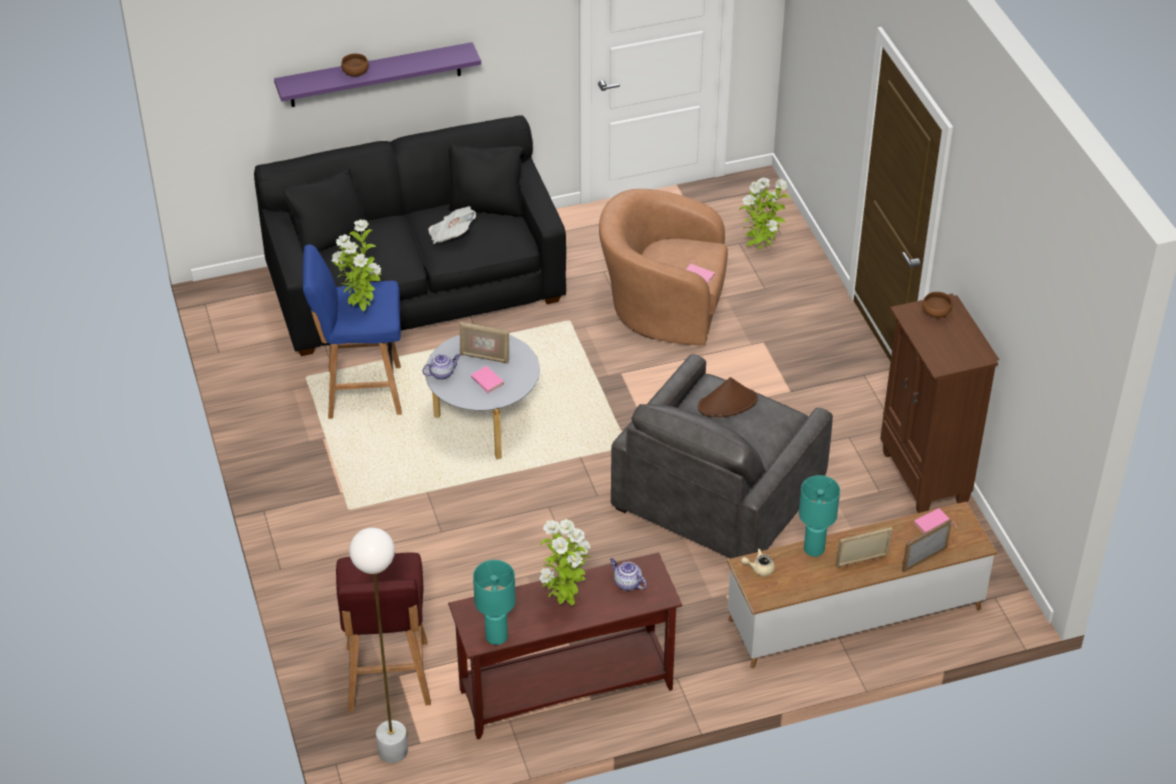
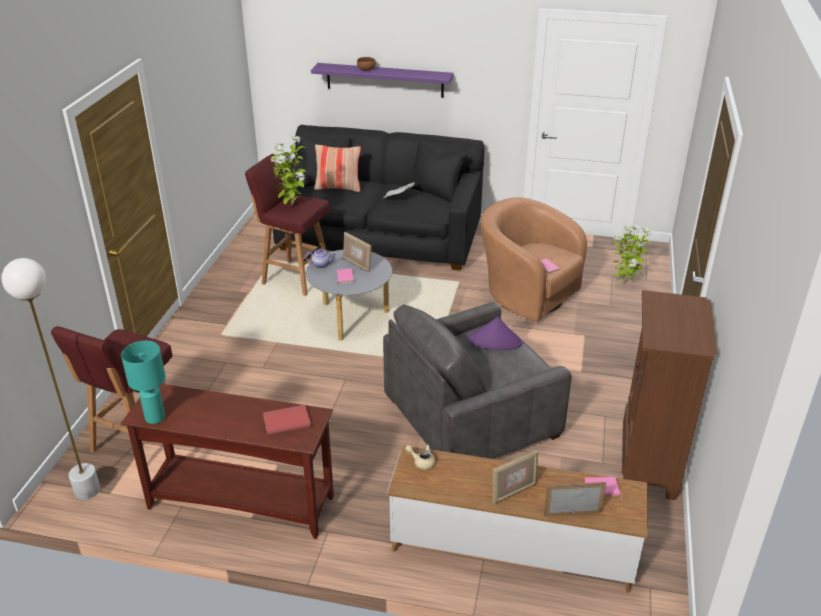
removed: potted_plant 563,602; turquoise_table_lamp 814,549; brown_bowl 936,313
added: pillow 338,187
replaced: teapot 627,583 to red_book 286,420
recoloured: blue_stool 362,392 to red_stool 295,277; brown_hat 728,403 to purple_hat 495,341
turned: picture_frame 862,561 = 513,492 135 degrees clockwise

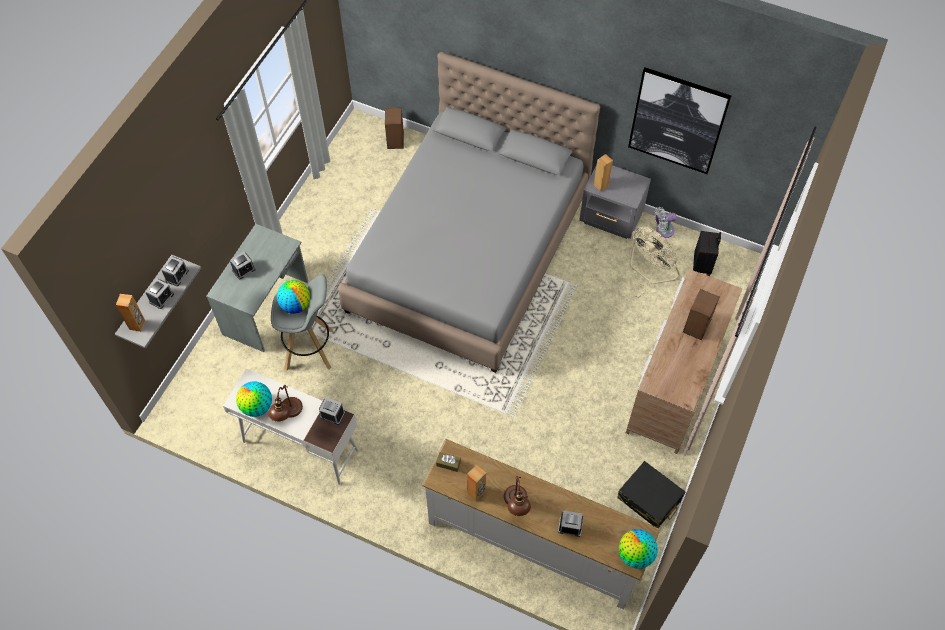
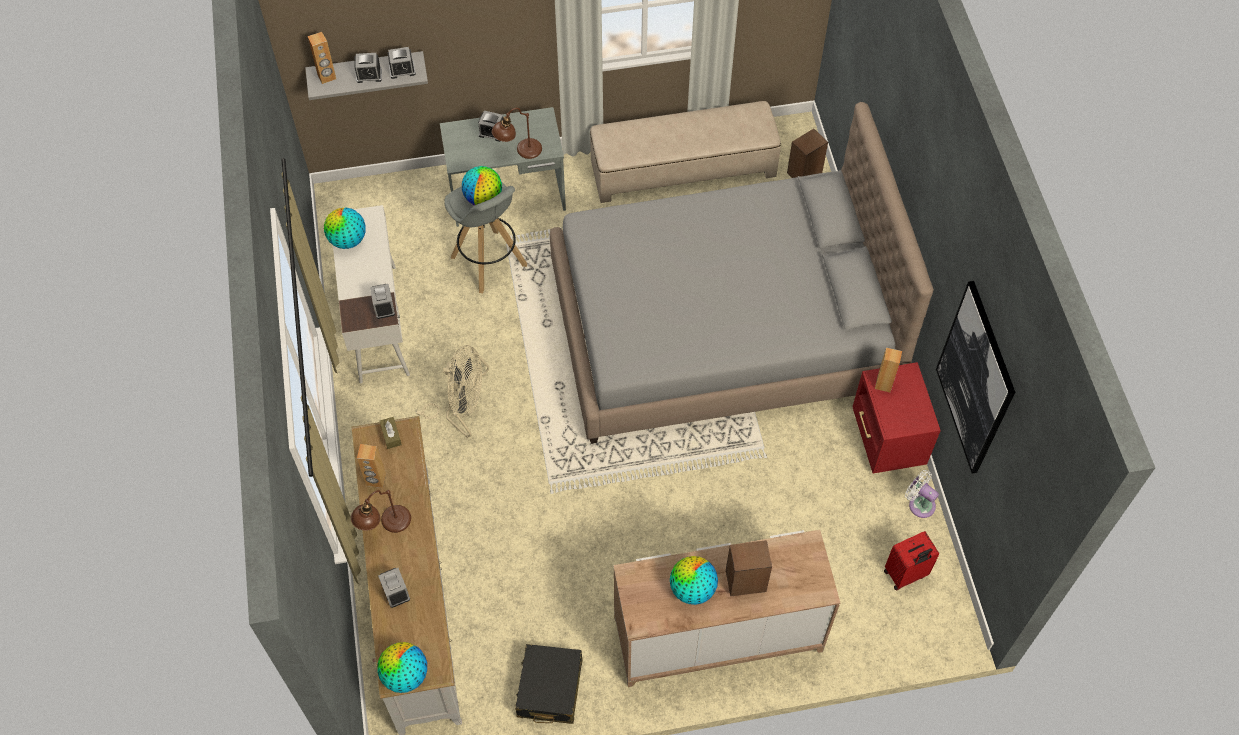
added: beige_bench 684,167; globe 692,589
moved: brown_table_lamp 288,416 to 519,152; beige_fan 647,271 to 460,405
recoloured: grey_nightstand 611,219 to red_nightstand 886,440; black_suitcase 702,266 to red_suitcase 905,574

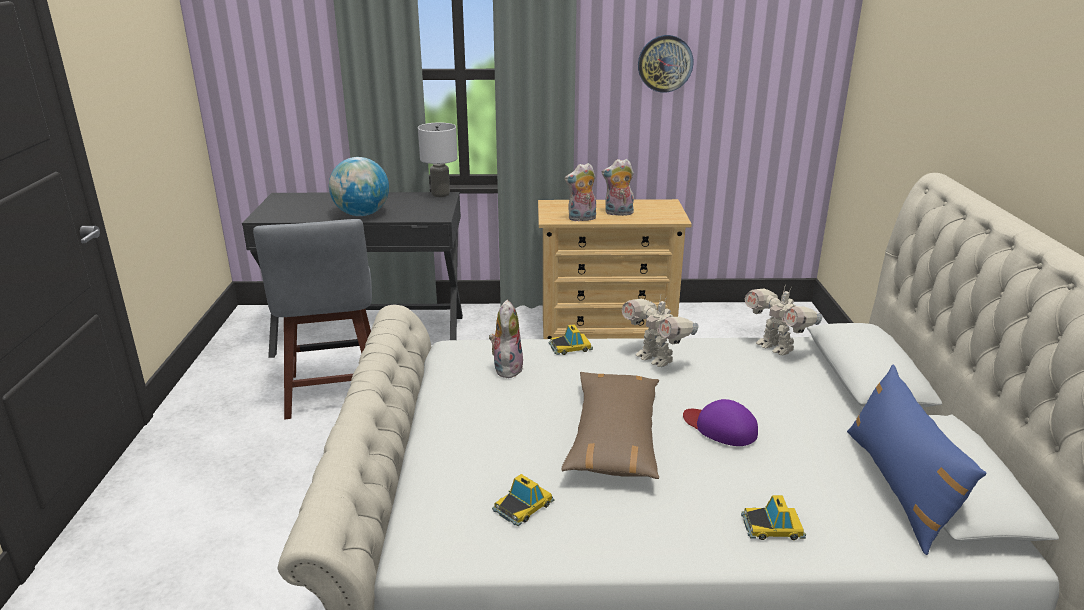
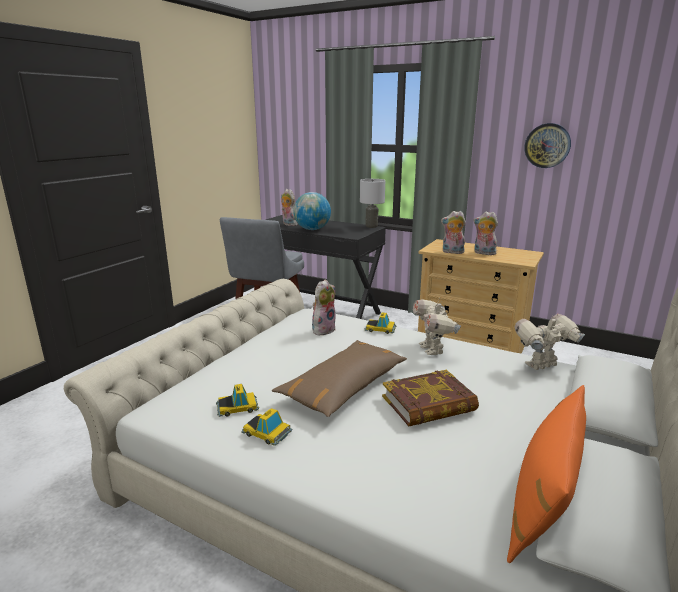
added: plush_toy 288,224
moved: toy_car 772,526 to 267,432
replaced: purple_cap 720,427 to book 429,404
recoloured: blue_pillow 898,487 to orange_pillow 544,499
turned: toy_robot 776,347 = 542,366 75 degrees clockwise

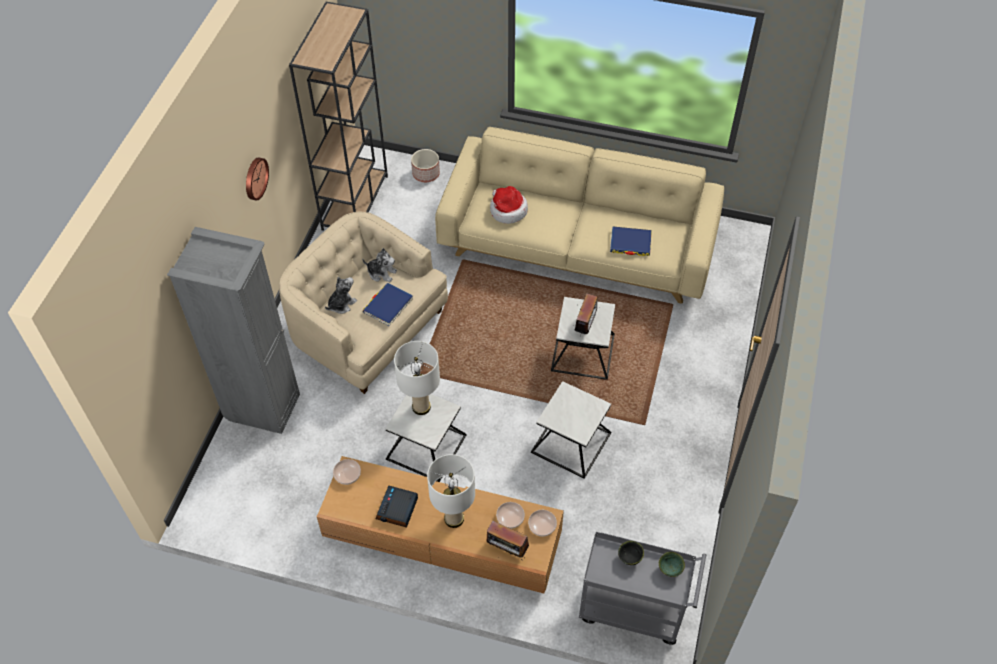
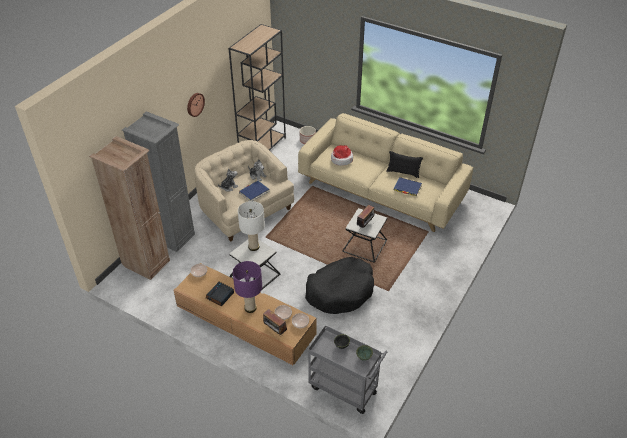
added: brown_cabinet 147,263; black_pillow 403,172
replaced: side_table 571,443 to black_dog_bed 340,291
recoloured: white_table_lamp 454,518 to purple_table_lamp 250,308

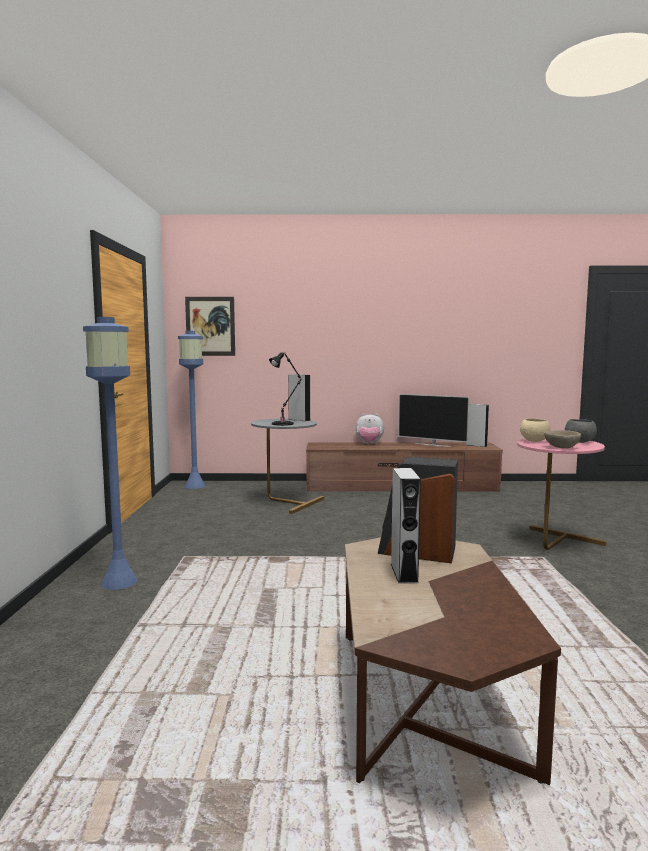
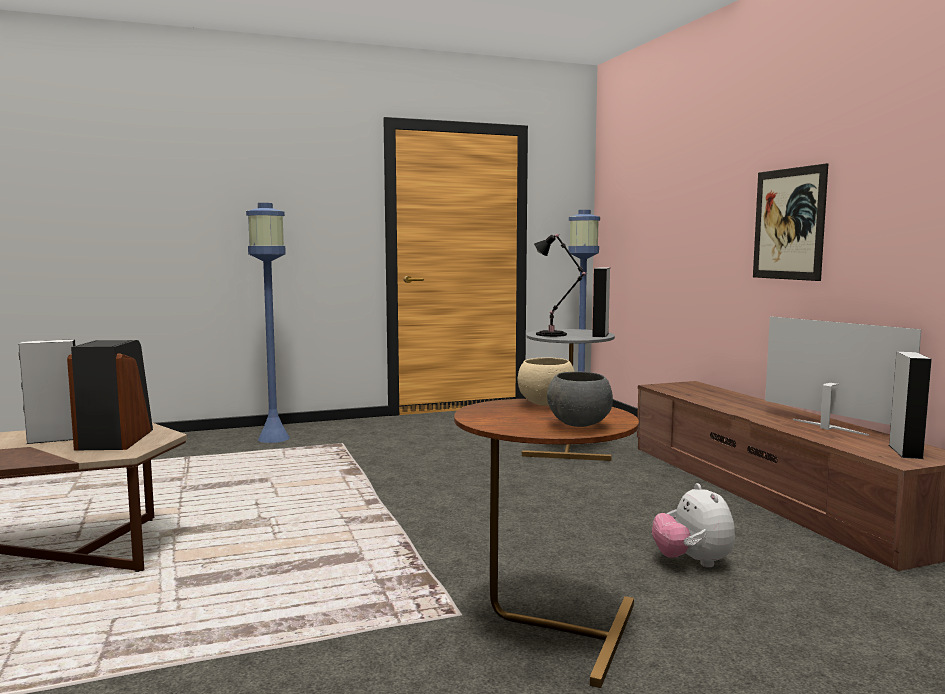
removed: beige_bowl 561,447
moved: picture 210,326 to 788,224; plush_toy 369,444 to 692,562
recoloured: pink_side_table 554,544 to brown_side_table 545,627
turned: television 432,445 = 828,427 135 degrees clockwise

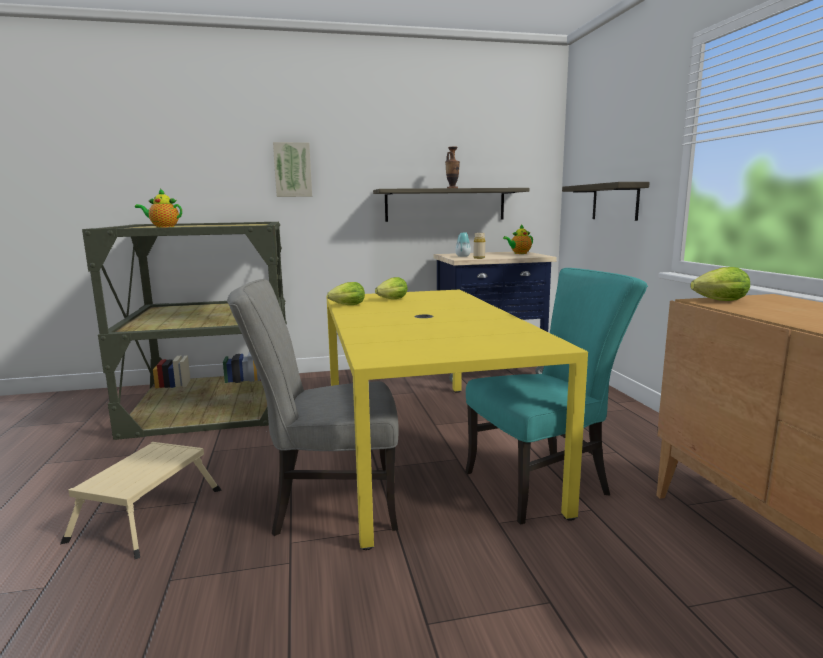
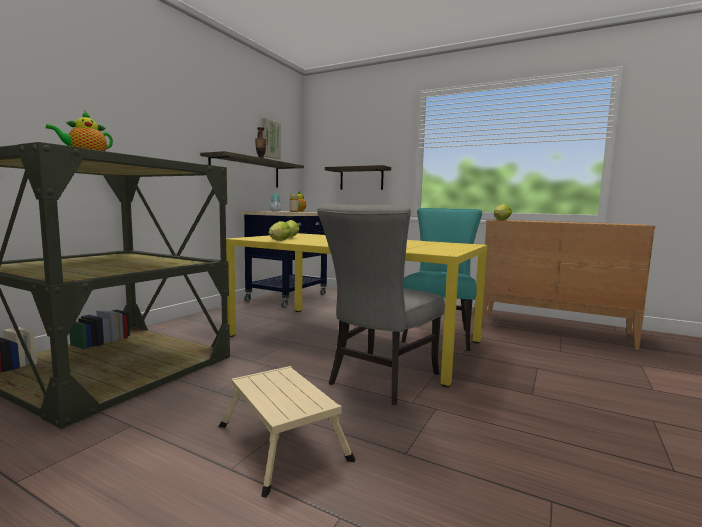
moved: picture 292,170 to 270,139

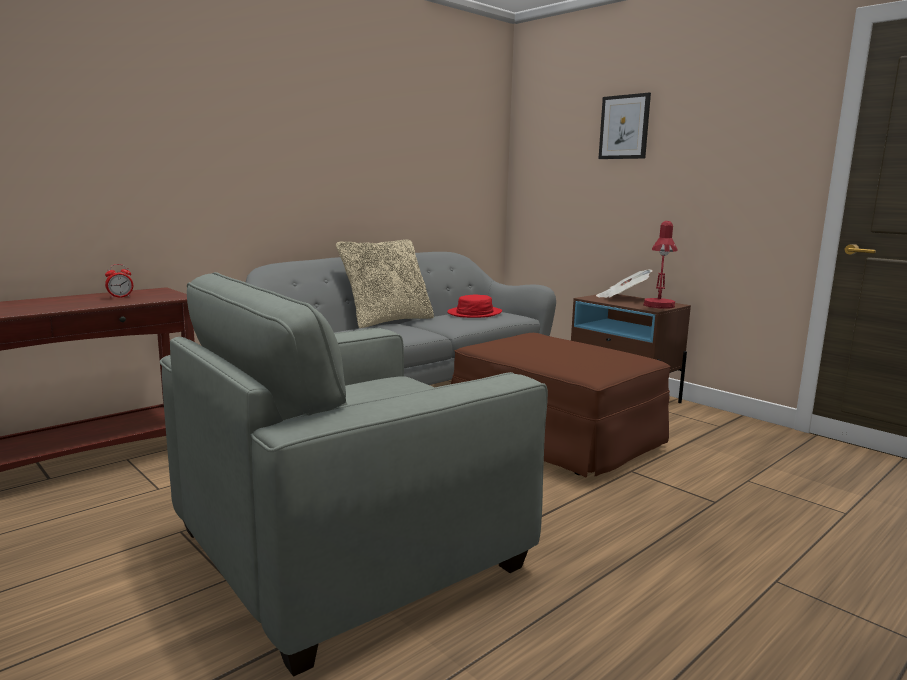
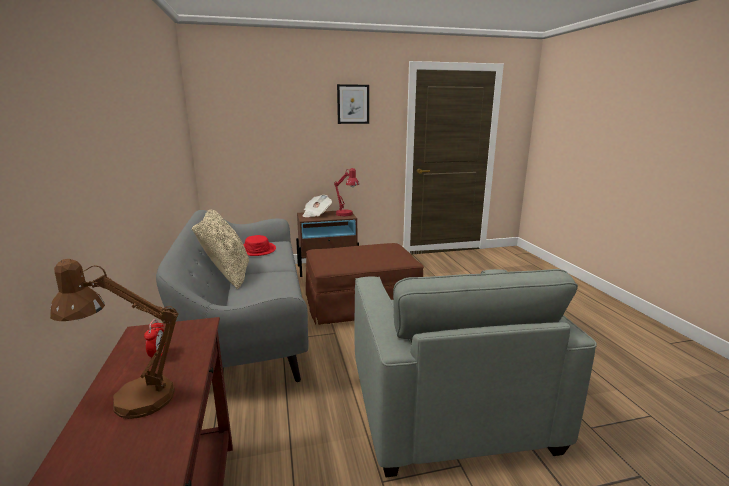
added: brown_table_lamp 131,400
moved: picture 624,127 to 353,104

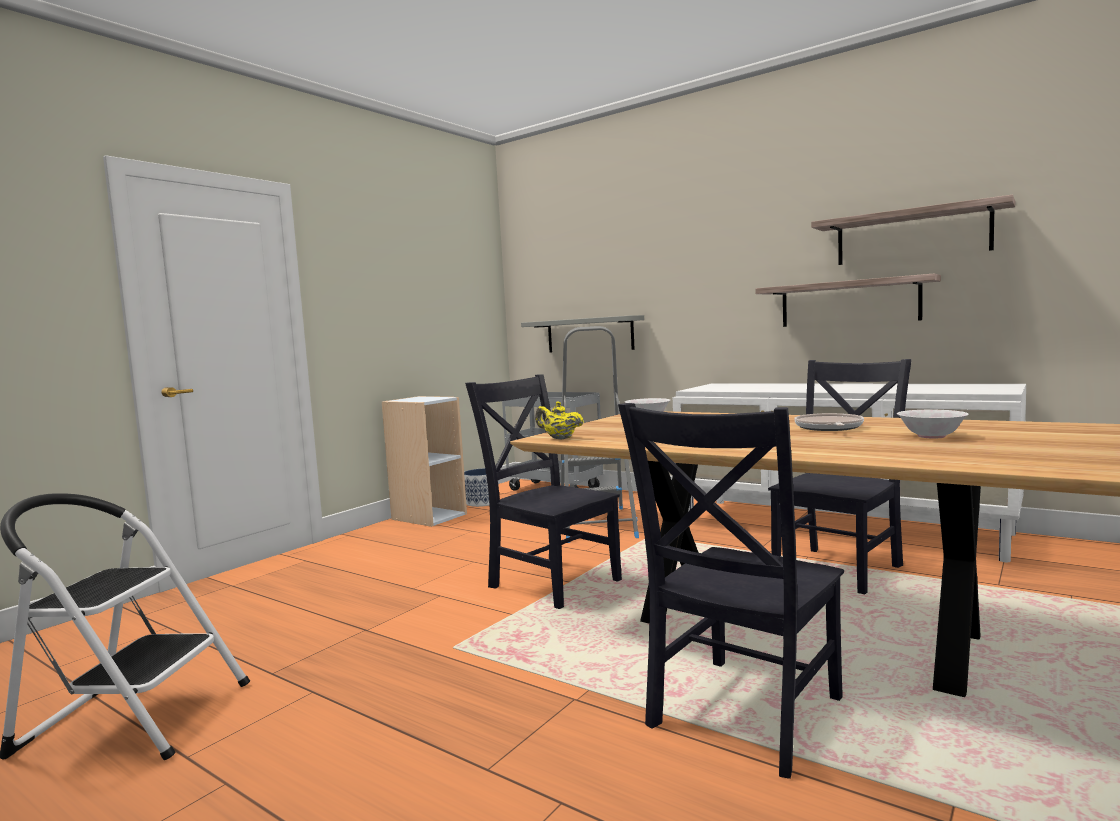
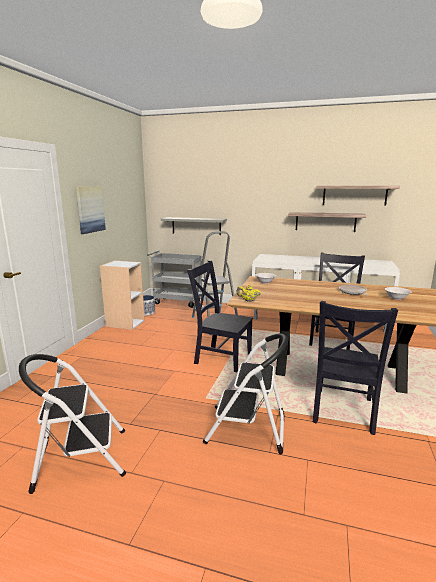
added: picture 90,209; step_ladder 249,429

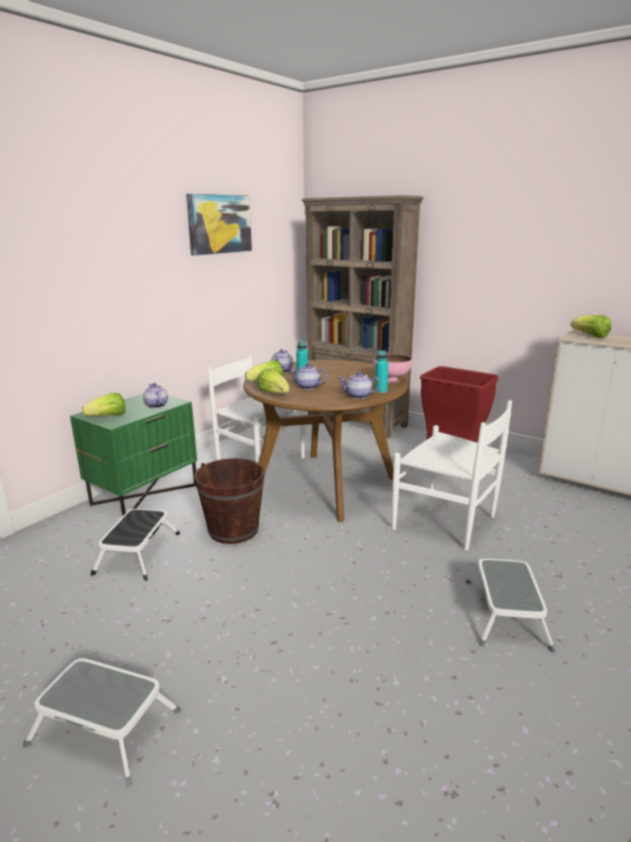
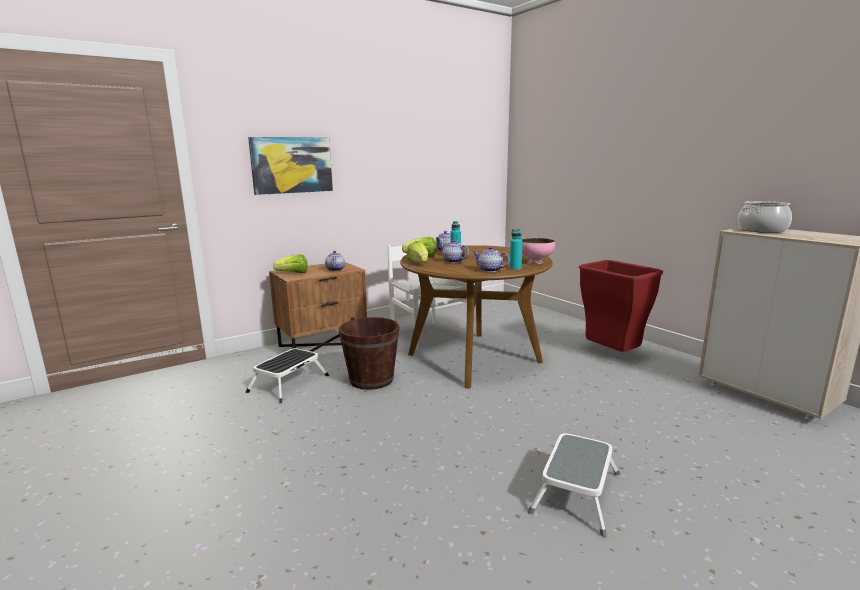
removed: grey_step_ladder 104,728; brown_bookcase 357,422; white_chair 446,522
moved: picture 219,224 to 292,165
replaced: lettuce 590,336 to cooking_pot 762,230
recoloured: green_nightstand 145,494 to brown_nightstand 323,345

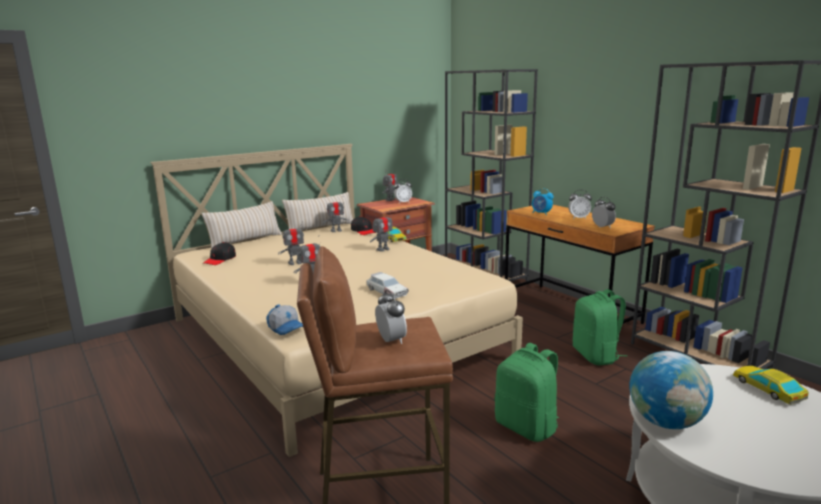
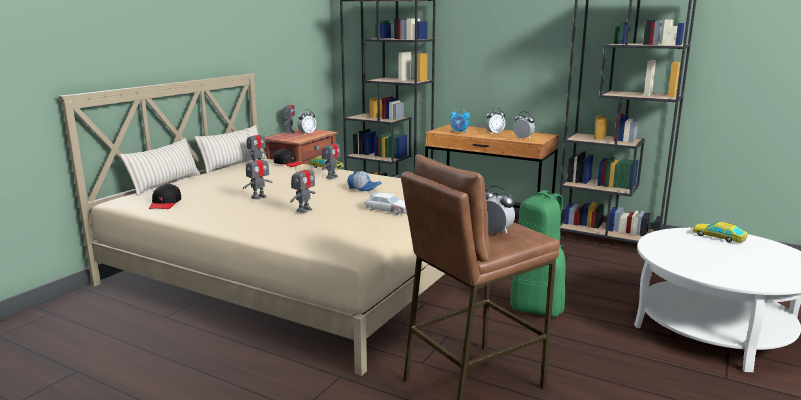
removed: globe 666,422
moved: cap 287,328 to 364,188

